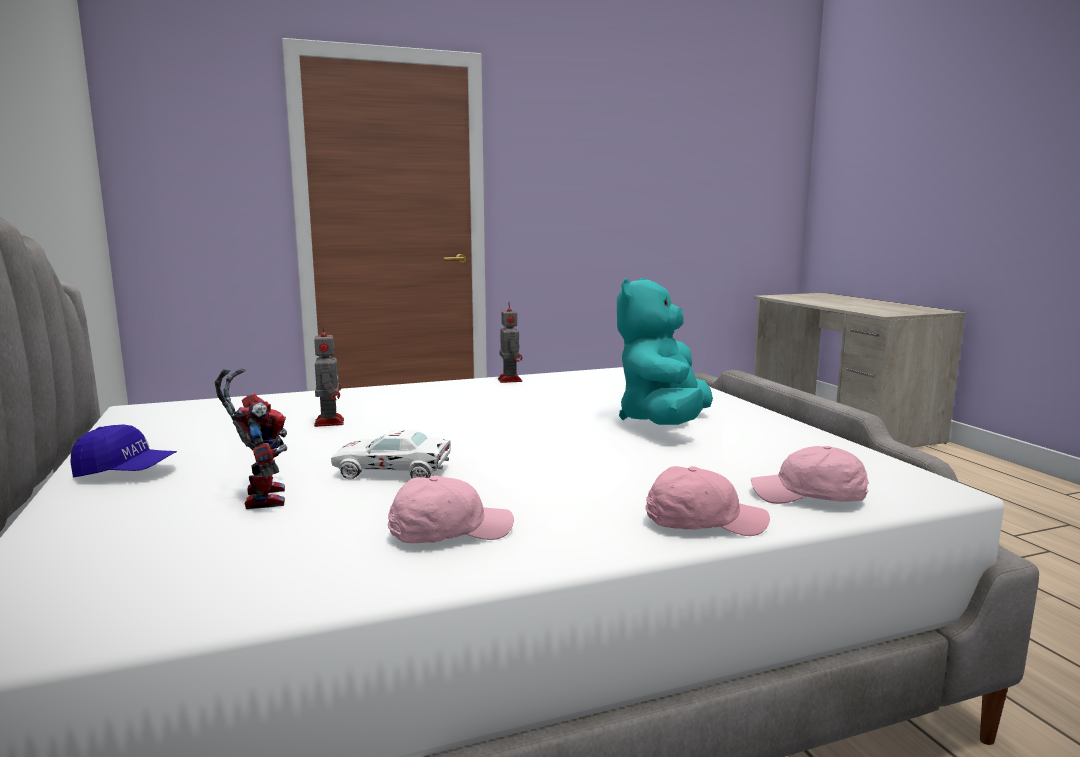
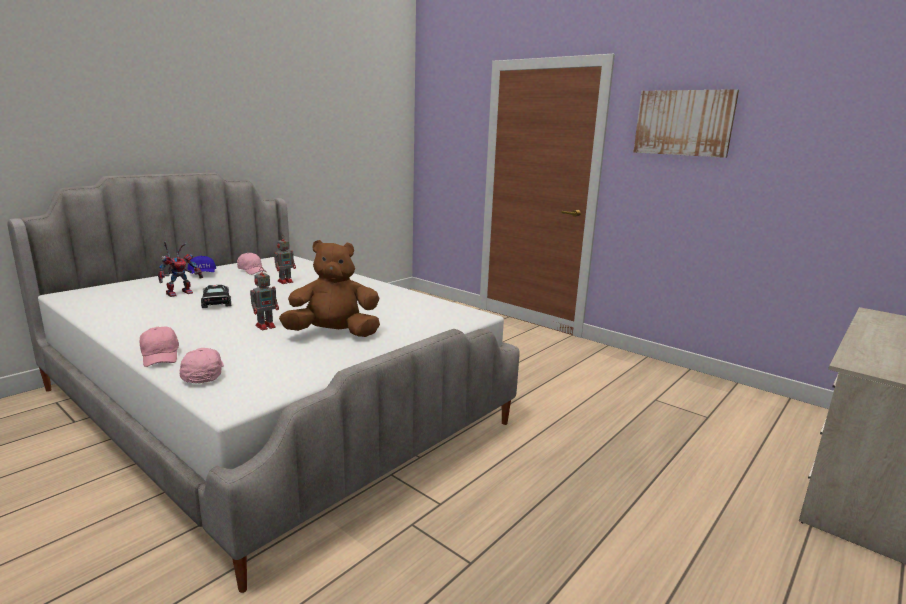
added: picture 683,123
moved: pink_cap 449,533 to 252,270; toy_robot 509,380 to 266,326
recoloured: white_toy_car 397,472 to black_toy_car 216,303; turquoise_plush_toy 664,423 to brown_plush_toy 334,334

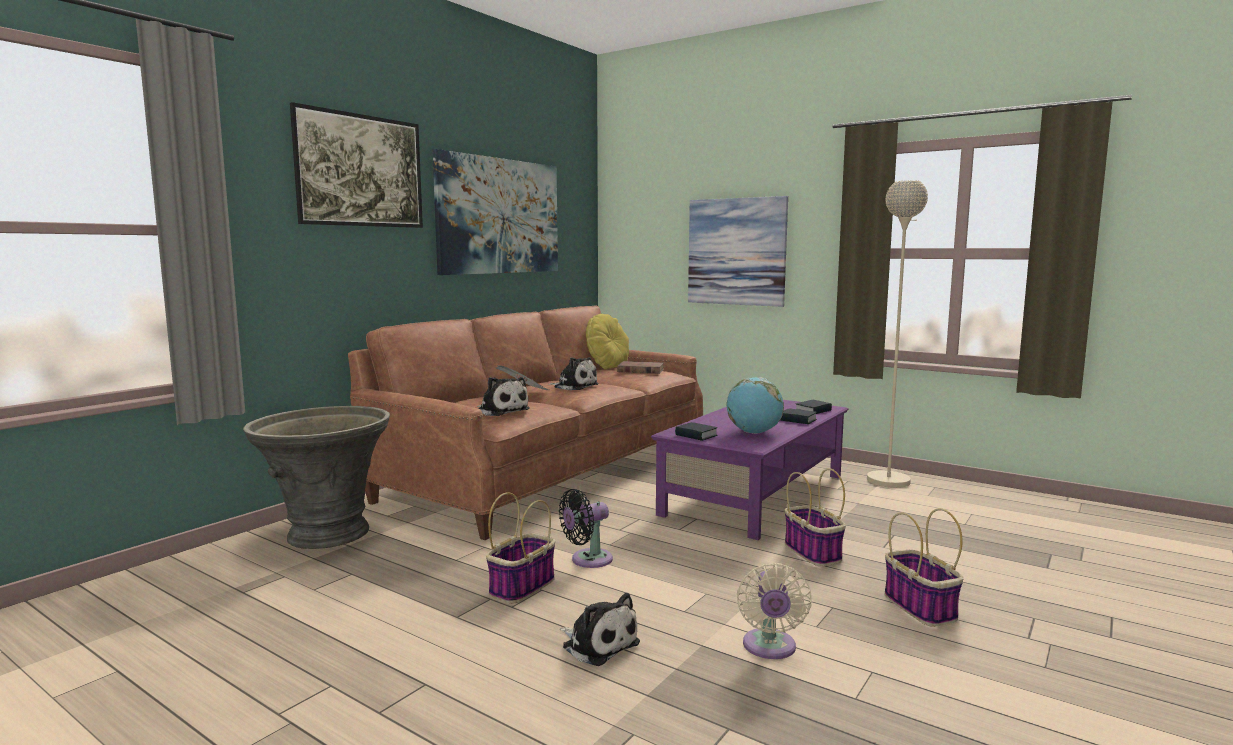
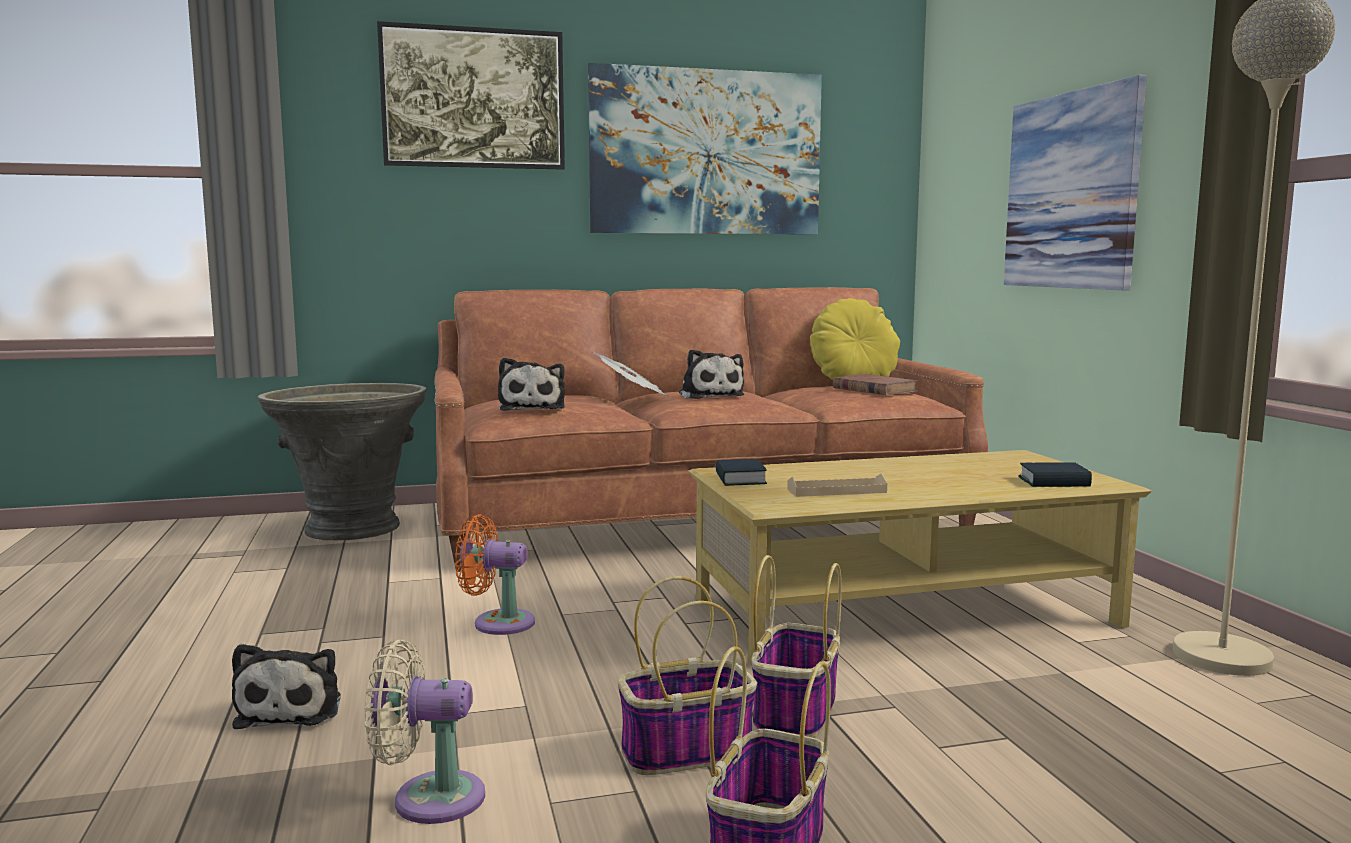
removed: book 797,420
moved: basket 522,586 to 687,751
replaced: globe 754,433 to beige_tray 836,491
recoloured: black_fan 587,560 to orange_fan 497,623; purple_coffee_table 754,494 to beige_coffee_table 904,611
turned: beige_fan 769,648 = 429,798 45 degrees clockwise

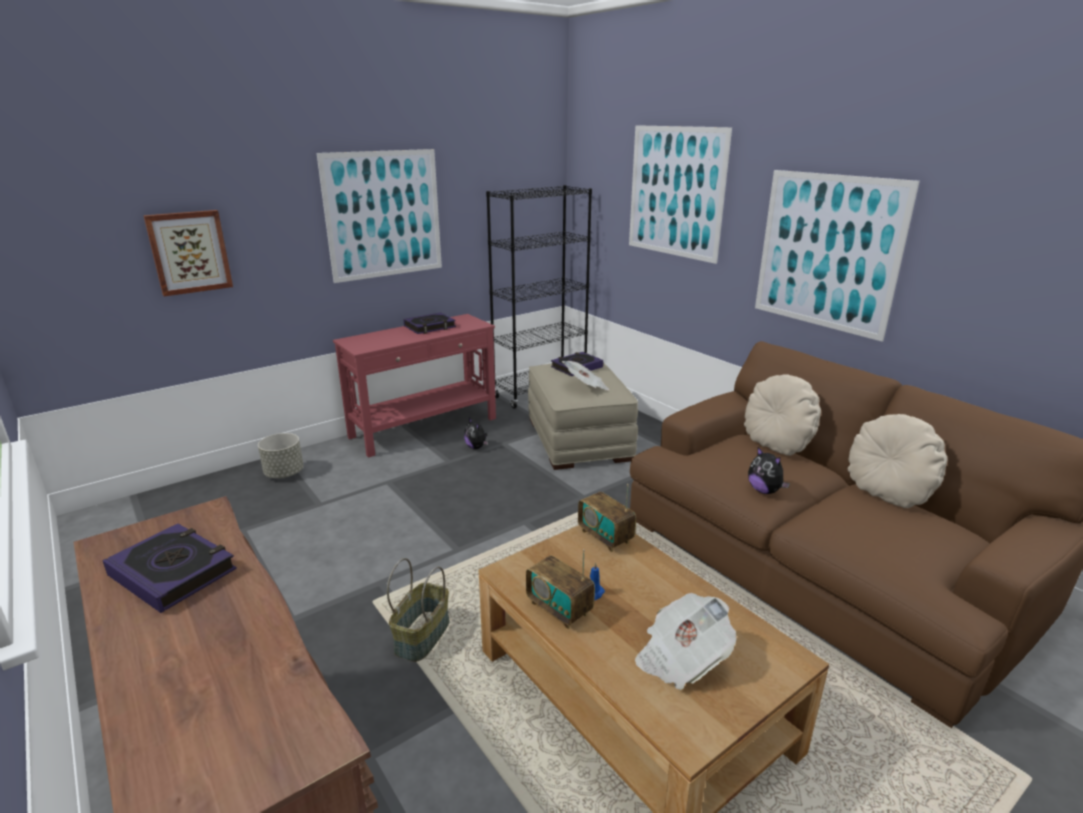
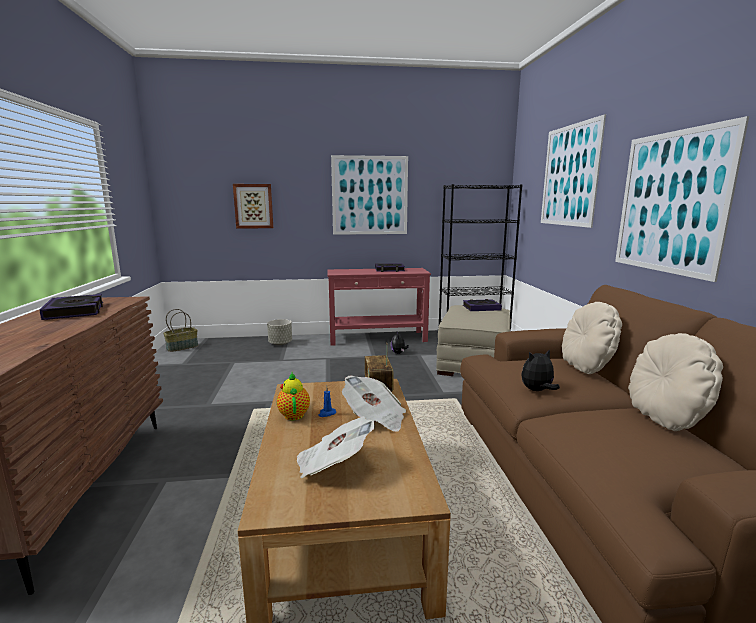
moved: basket 422,636 to 182,347; newspaper 586,387 to 375,418
replaced: radio 559,609 to teapot 294,414
turned: plush_toy 764,491 = 537,391 75 degrees clockwise

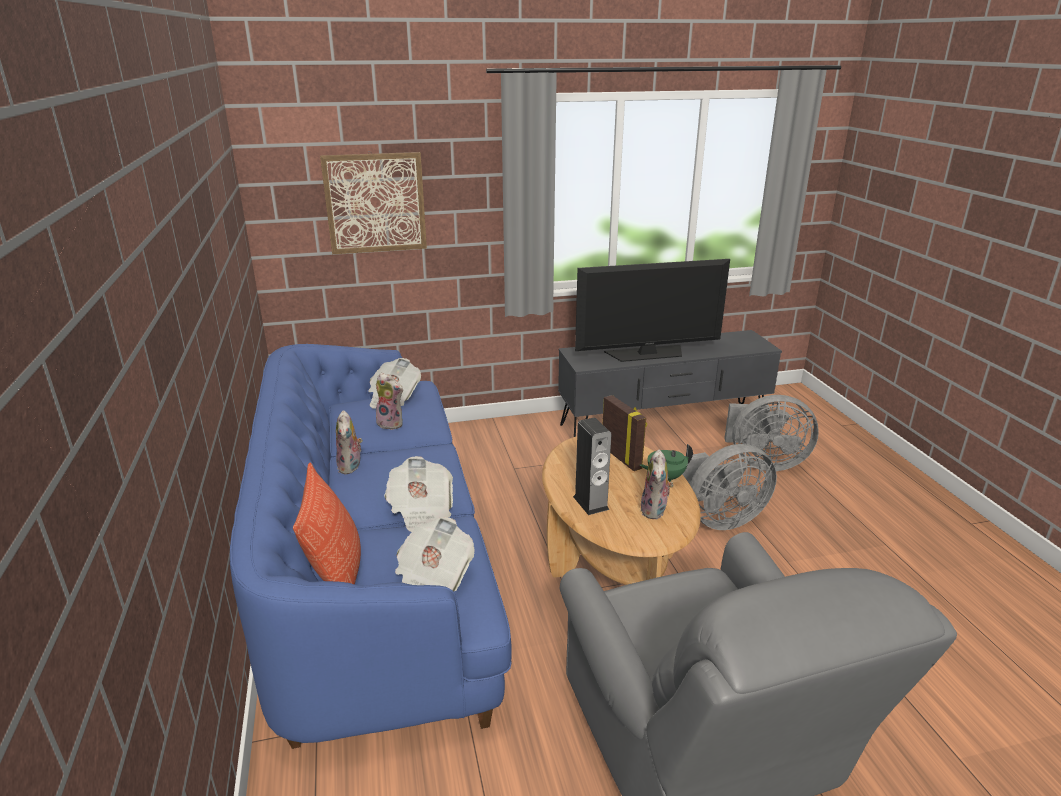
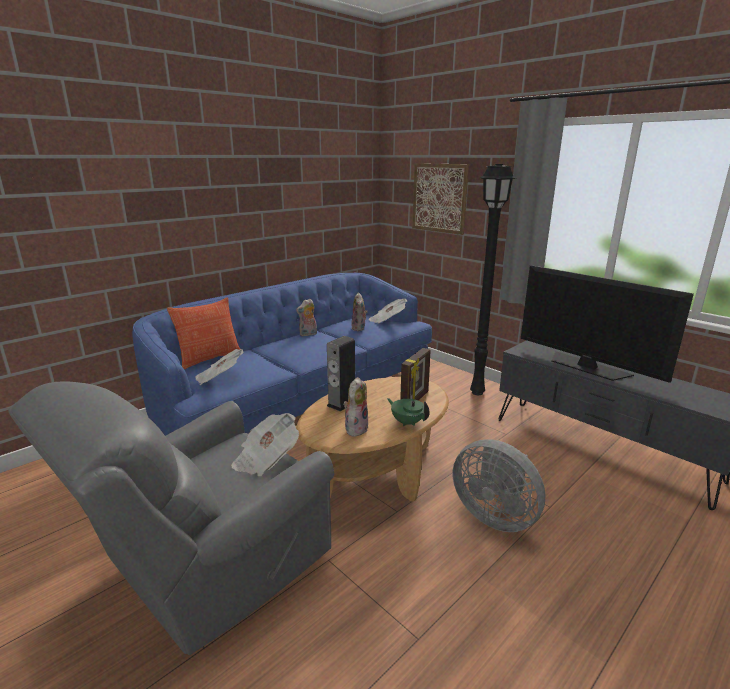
removed: grey_fan 763,463
added: black_floor_lamp 478,392
moved: newspaper 421,510 to 266,459
turned: plush_toy 655,511 = 355,428 135 degrees clockwise

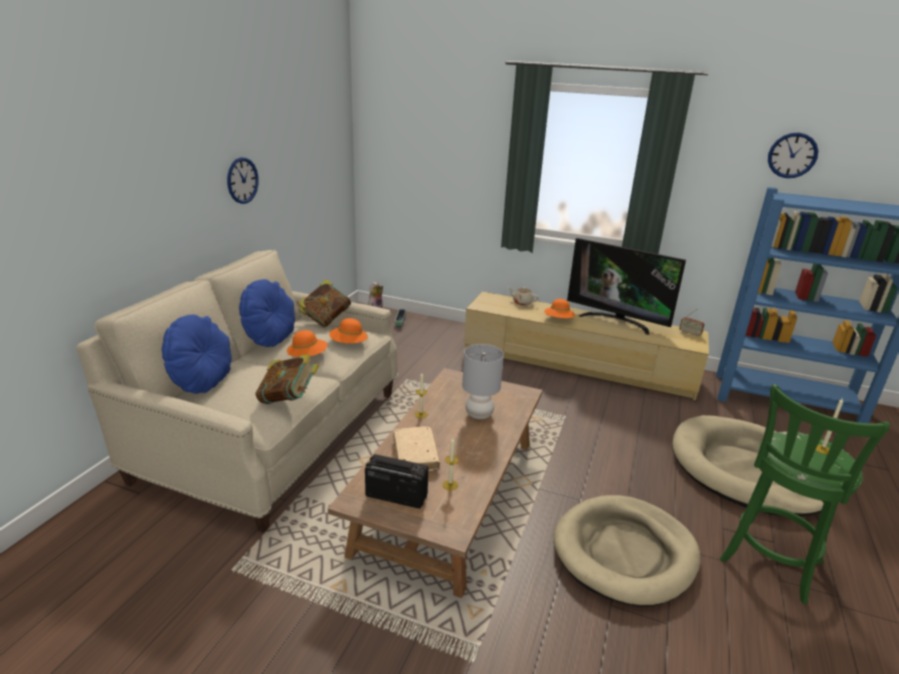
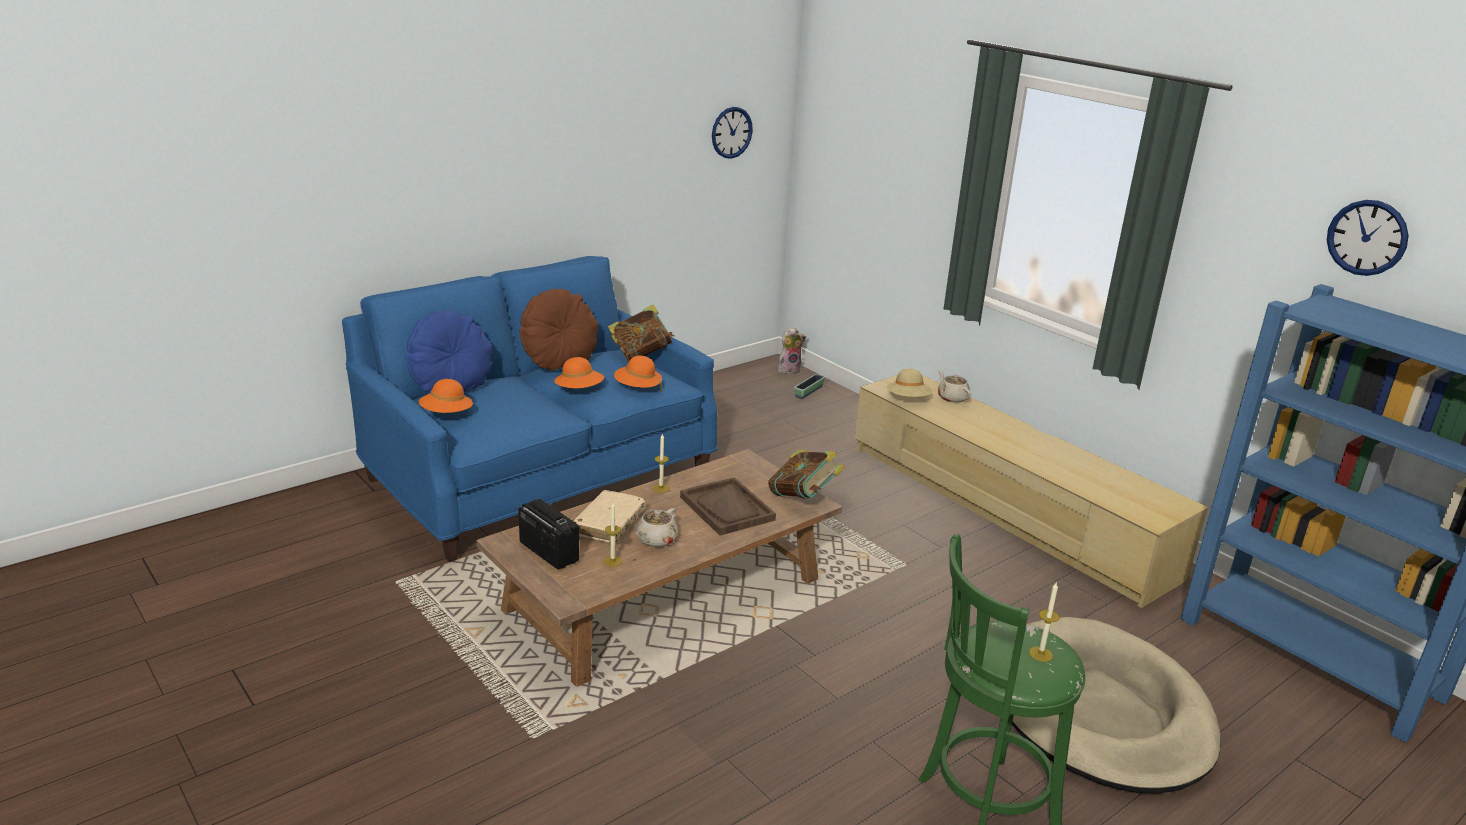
removed: beige_dog_bed 624,552; television 616,321; radio 690,333
added: beige_teapot 656,540; beige_hat 908,399
moved: wall_clock 242,180 to 731,132; book 289,399 to 803,497; orange_hat 558,320 to 446,414
replaced: grey_table_lamp 479,415 to brown_tray 727,508
recoloured: beige_sofa 271,433 to blue_sofa 537,474; blue_pillow 270,340 to brown_pillow 559,364

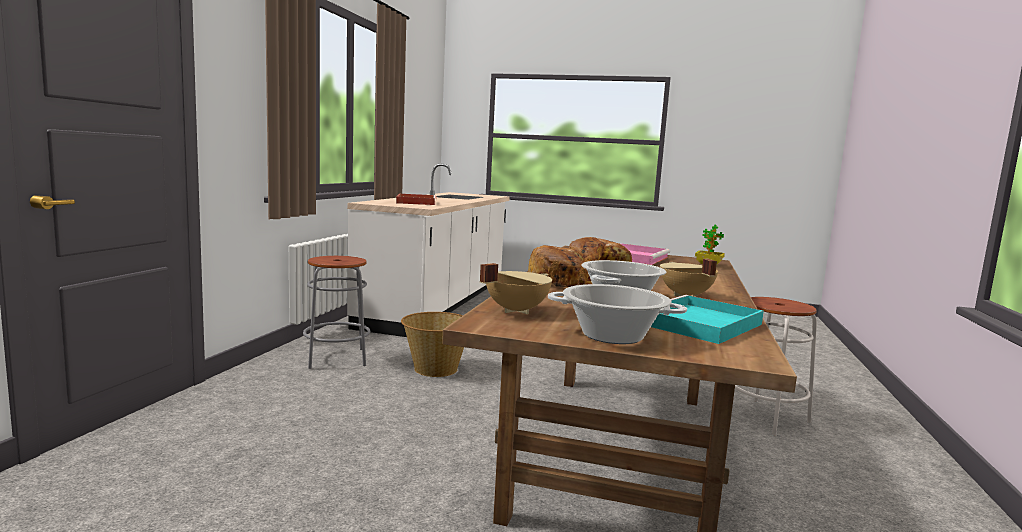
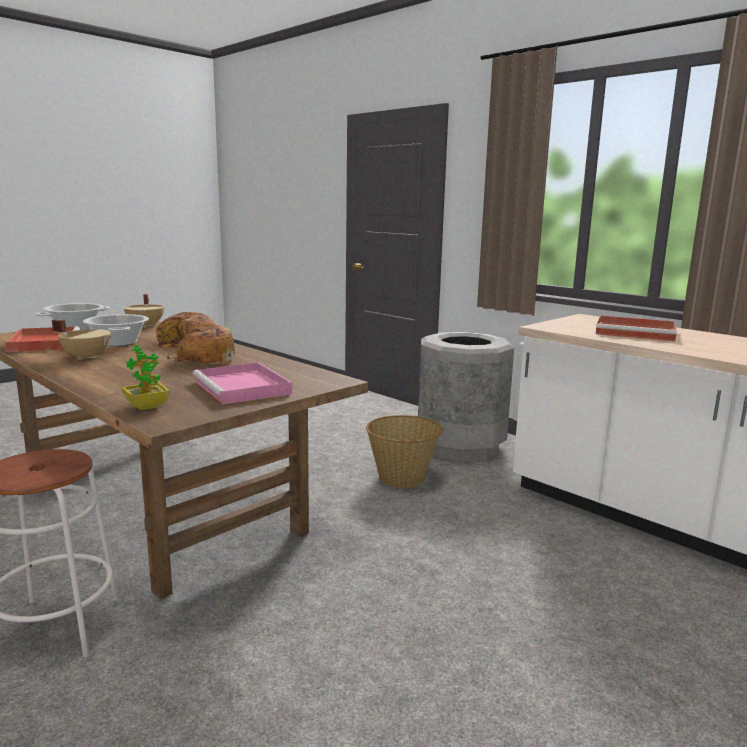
replaced: grey_stool 337,358 to grey_trash_can 460,447
recoloured: turquoise_tray 699,324 to red_tray 44,342

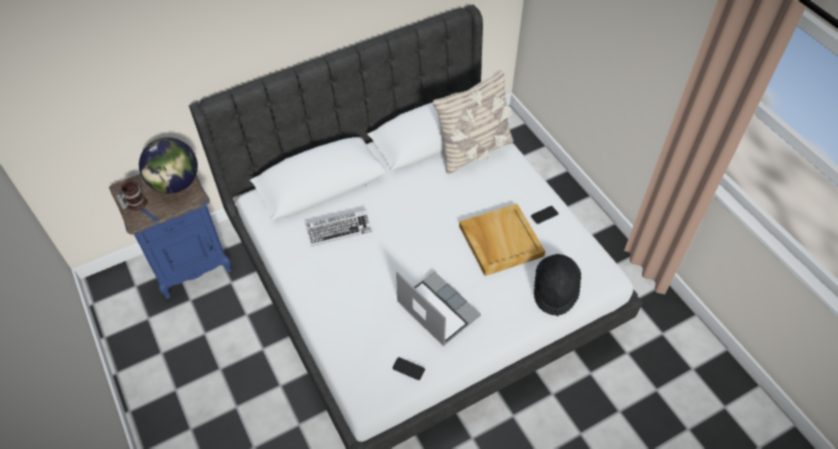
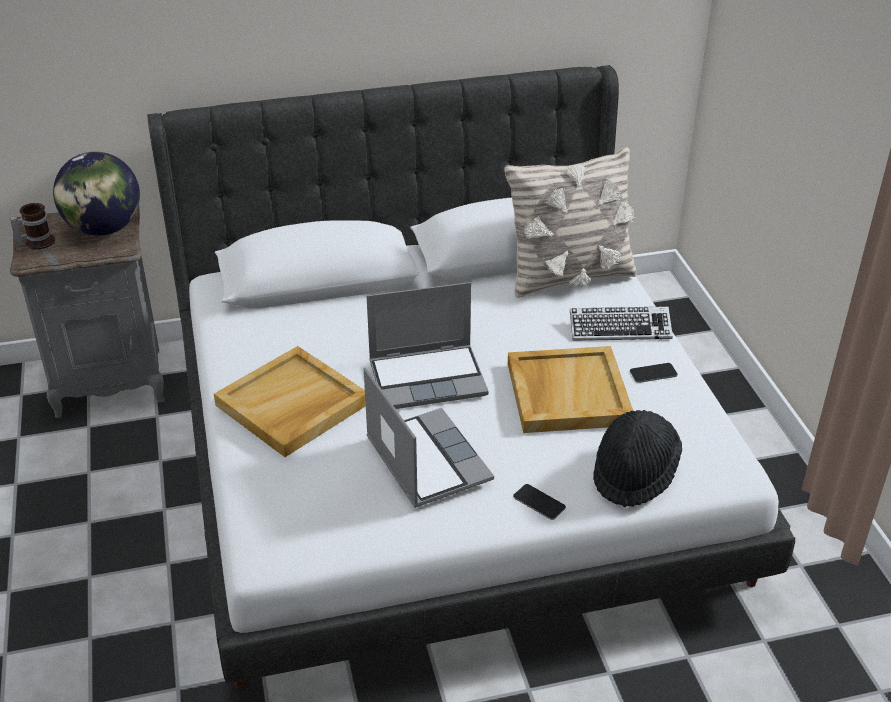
added: beige_tray 292,405; laptop 429,378
moved: keyboard 339,230 to 619,329; phone 408,369 to 539,502
recoloured: blue_nightstand 191,264 to grey_nightstand 110,383

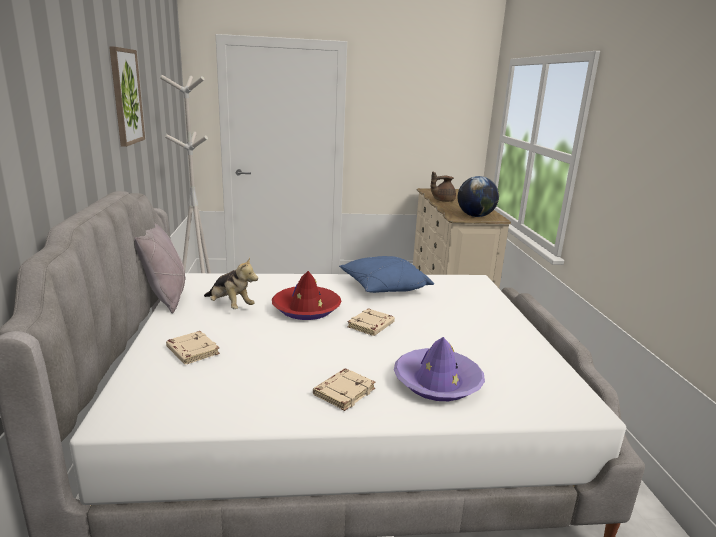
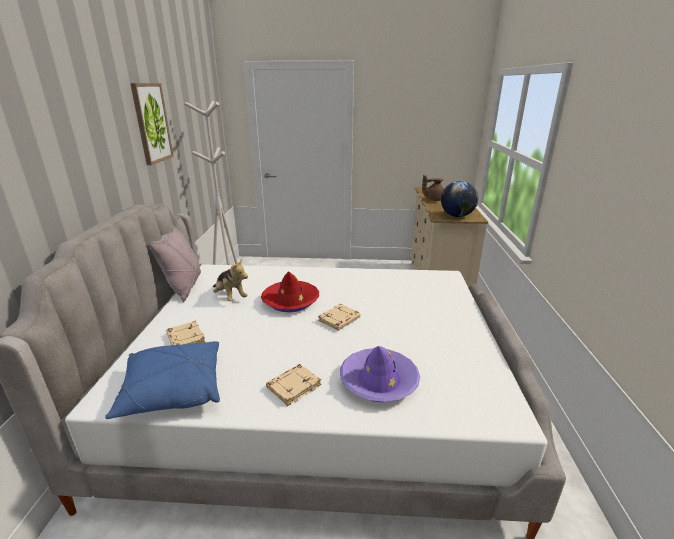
moved: blue_pillow 383,287 to 173,390

